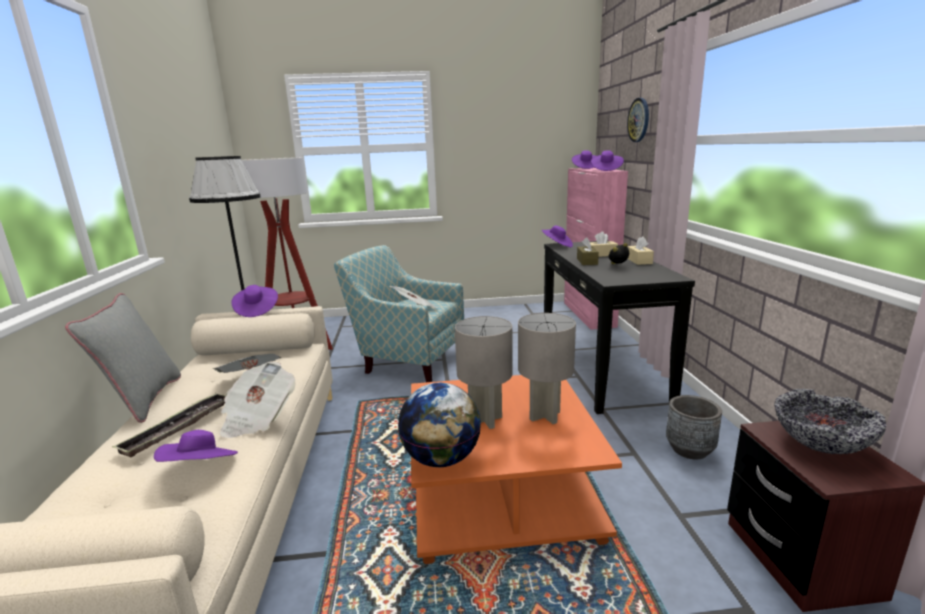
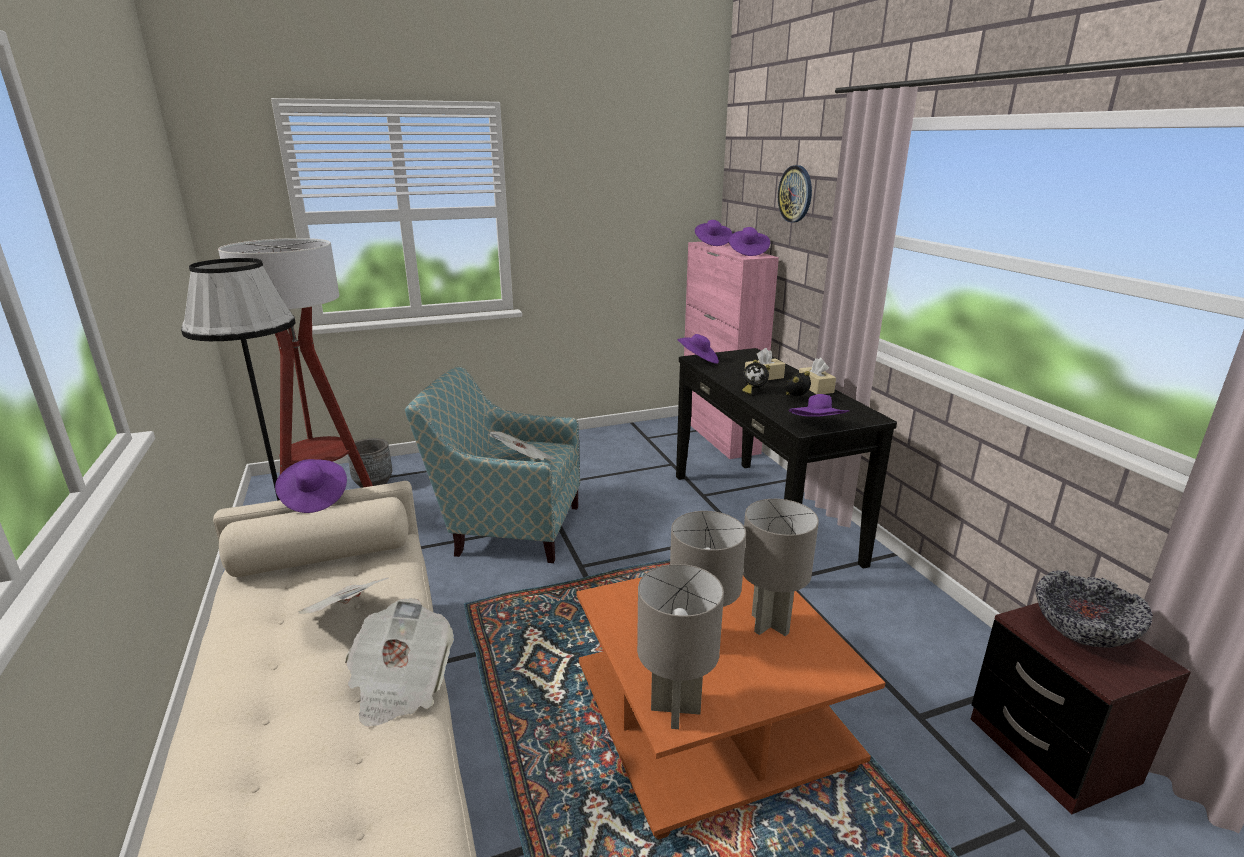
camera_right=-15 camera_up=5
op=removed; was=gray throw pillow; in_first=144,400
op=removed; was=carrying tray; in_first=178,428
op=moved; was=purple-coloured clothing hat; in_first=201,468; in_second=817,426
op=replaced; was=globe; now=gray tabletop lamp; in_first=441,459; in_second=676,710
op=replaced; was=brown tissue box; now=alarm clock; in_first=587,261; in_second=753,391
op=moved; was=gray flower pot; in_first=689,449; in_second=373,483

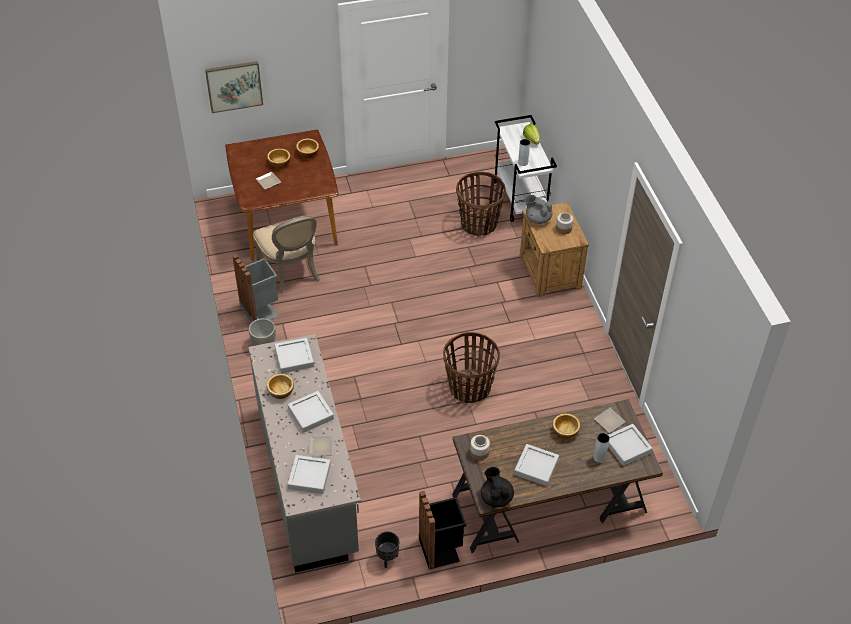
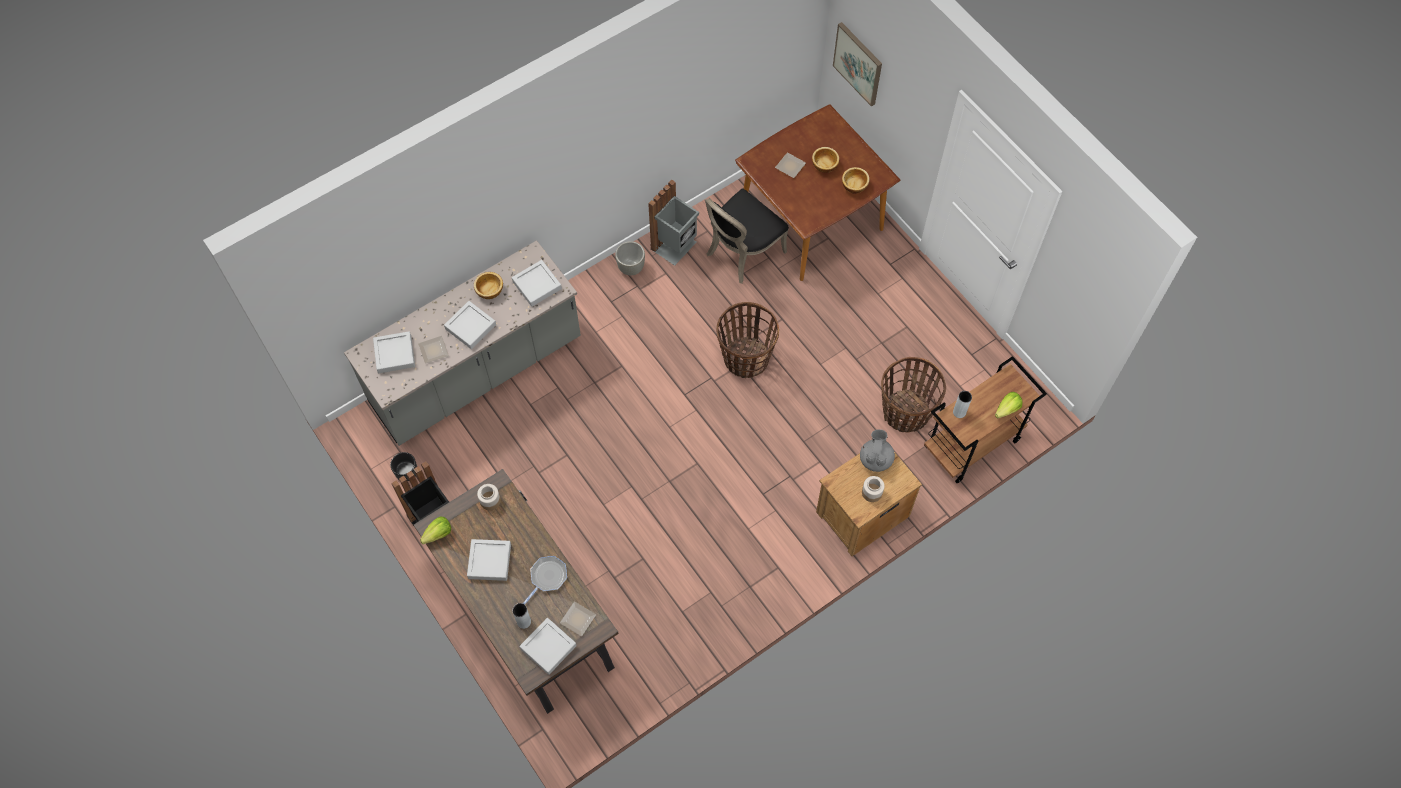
camera_right=70 camera_up=15
op=recoloured; was=sand-coloured plain chair; now=blackish plain chair; in_first=291,271; in_second=742,253
op=moved; was=household basket; in_first=469,388; in_second=745,358
op=replaced; was=blackish pot for tea; now=lettuce; in_first=496,497; in_second=438,534
op=recoloured; was=white trolley; now=brown trolley; in_first=520,199; in_second=971,445
op=replaced; was=bowl; now=pan; in_first=565,431; in_second=547,577

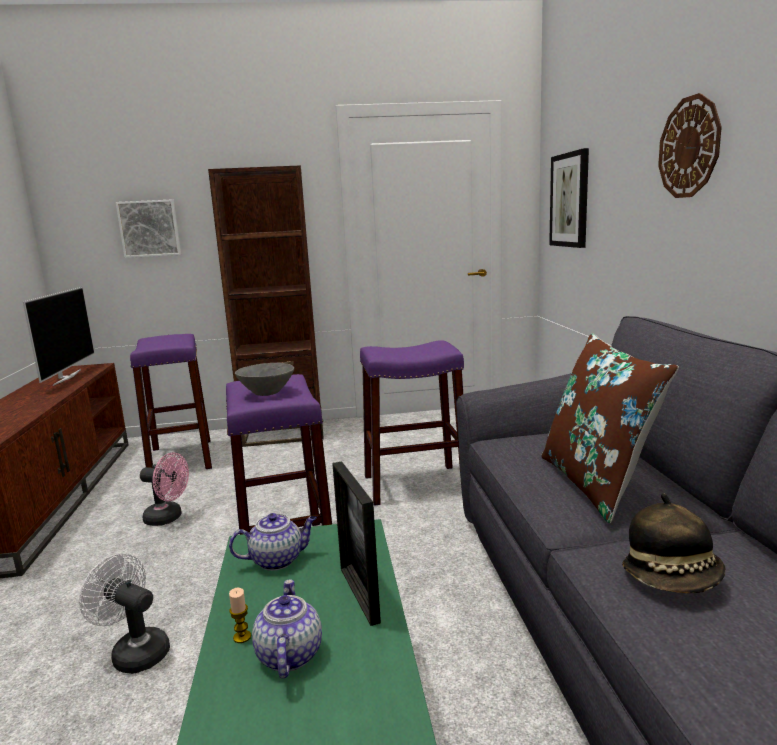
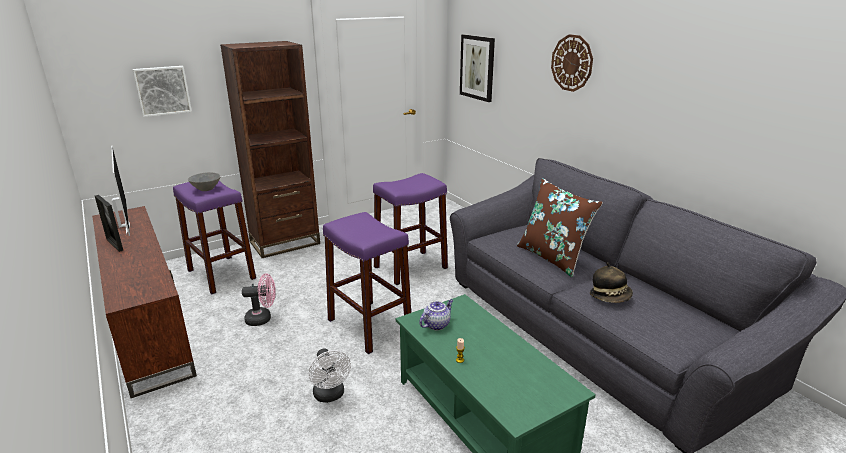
camera_right=-25 camera_up=10
op=turned; was=white fan; in_first=135,652; in_second=330,396; clockwise=-120
op=moved; was=gray bowl; in_first=268,392; in_second=206,189
op=removed; was=pot for tea; in_first=288,655
op=moved; was=picture frame; in_first=359,594; in_second=114,244

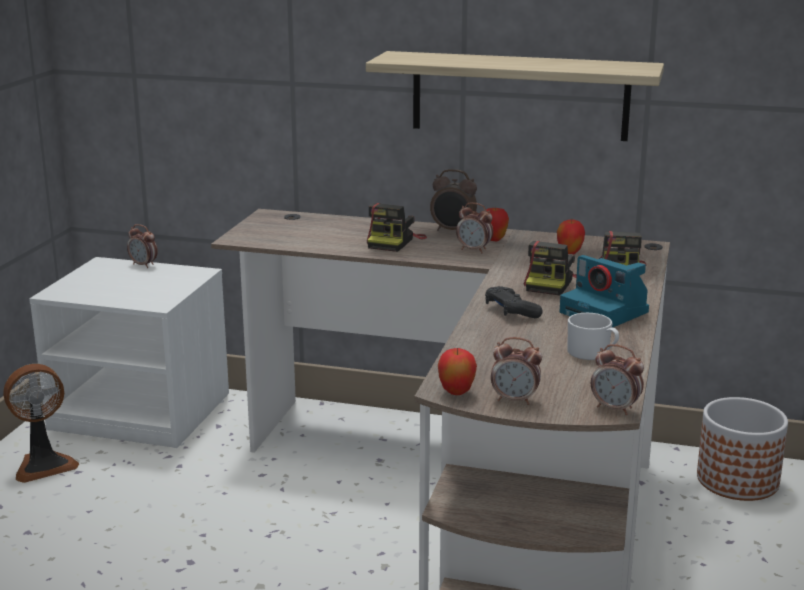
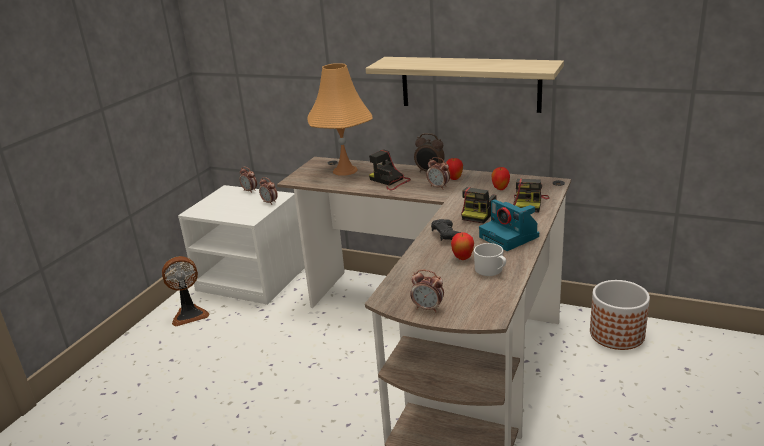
camera_right=10 camera_up=5
op=turned; was=photo camera; in_first=394,242; in_second=389,181; clockwise=105
op=moved; was=apple fruit; in_first=456,393; in_second=462,258
op=moved; was=alarm clock; in_first=615,409; in_second=270,202
op=added; now=orange tabletop lamp; in_second=345,170

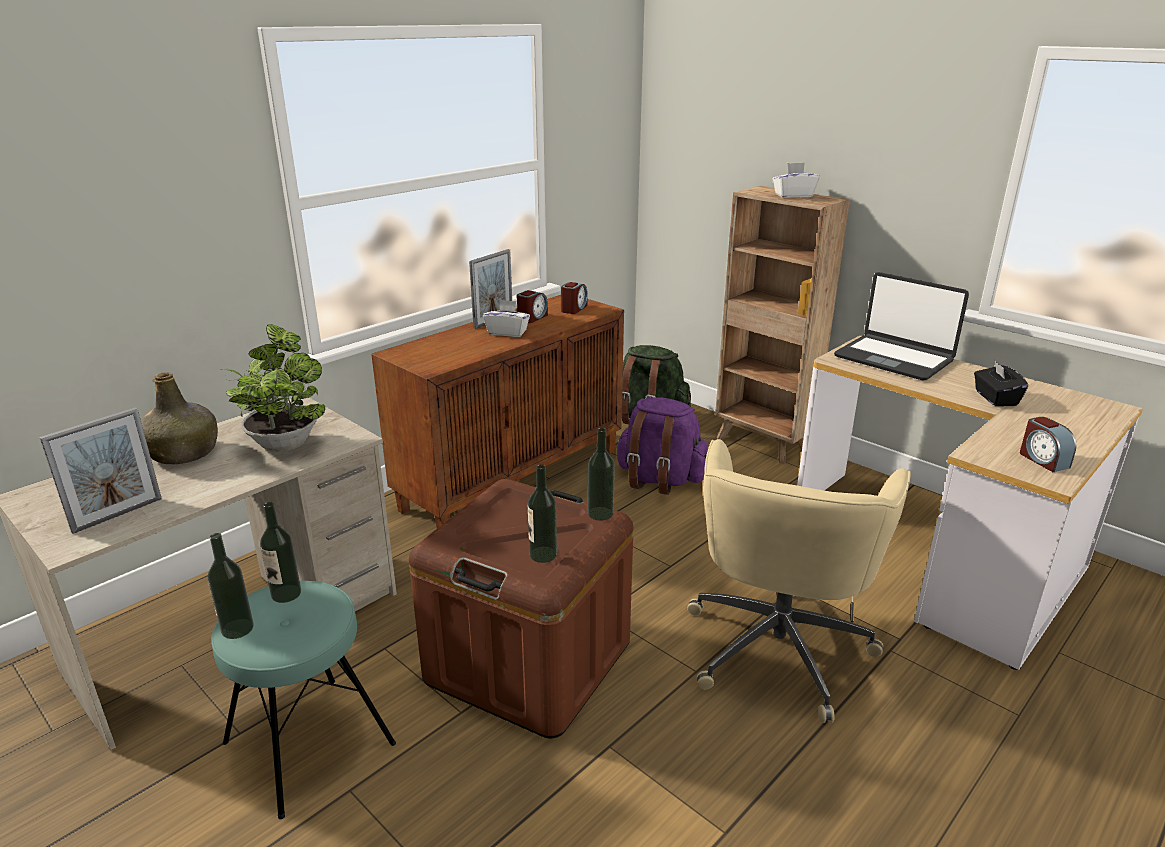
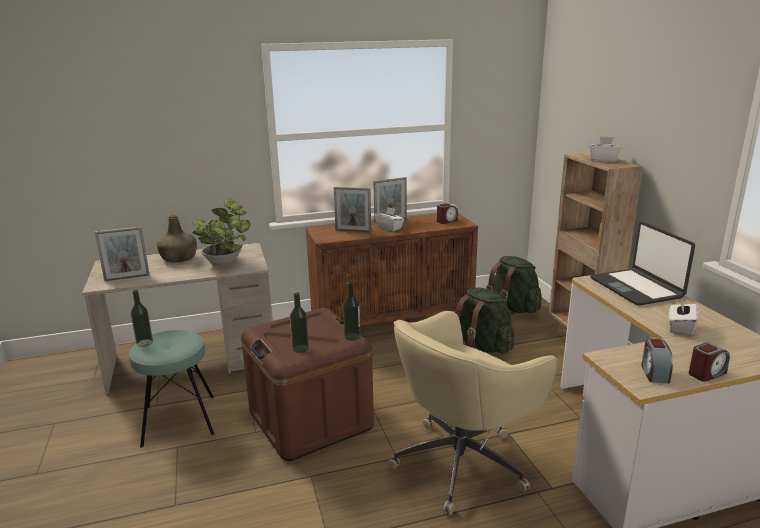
camera_right=30 camera_up=-5
op=removed; was=drink bottle; in_first=286,593
op=moved; was=alarm clock; in_first=532,318; in_second=706,373
op=recoloured; was=purple-coloured rucksack; now=green rucksack; in_first=659,480; in_second=482,347
op=recoloured; was=blackish tissue box; now=white tissue box; in_first=995,398; in_second=680,328
op=added; now=picture frame; in_second=353,231

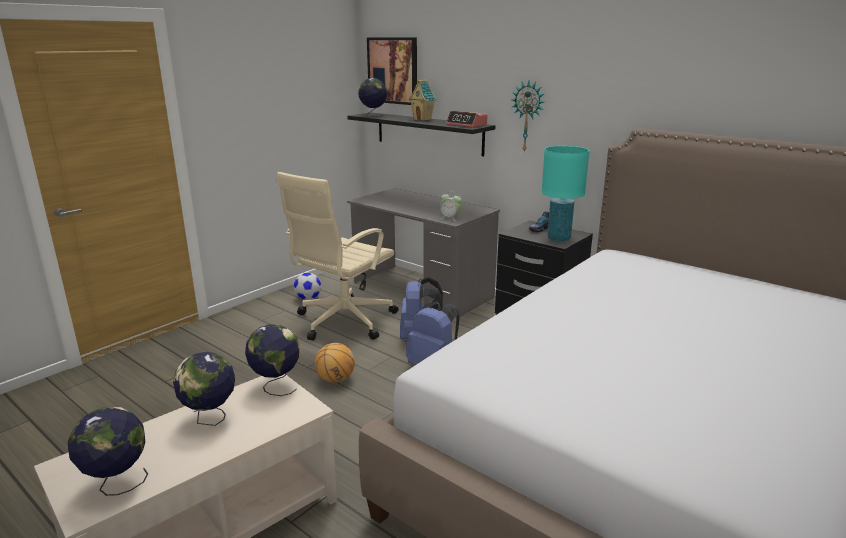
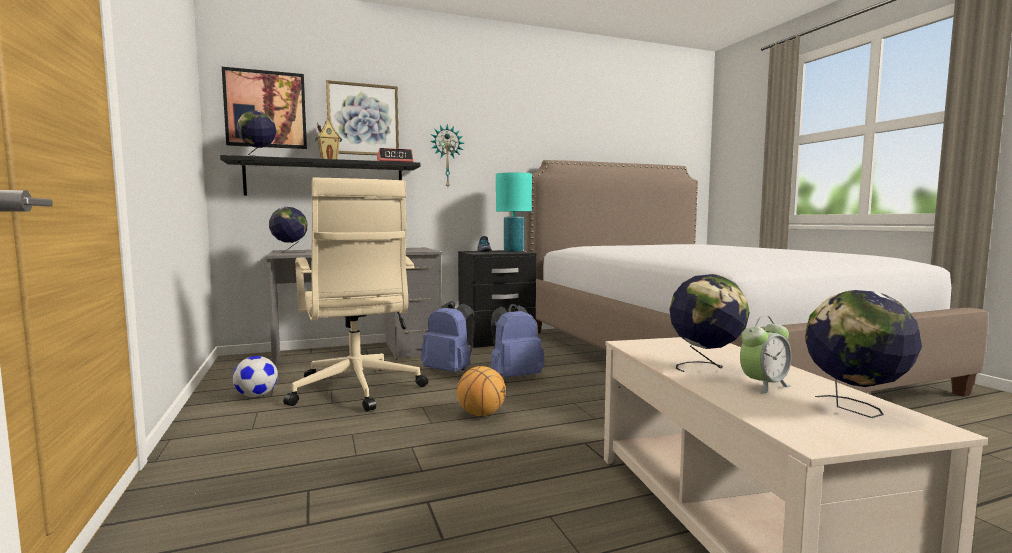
camera_right=-60 camera_up=-15
op=moved; was=globe; in_first=276,386; in_second=289,252
op=moved; was=alarm clock; in_first=450,218; in_second=764,385
op=added; now=wall picture; in_second=363,119

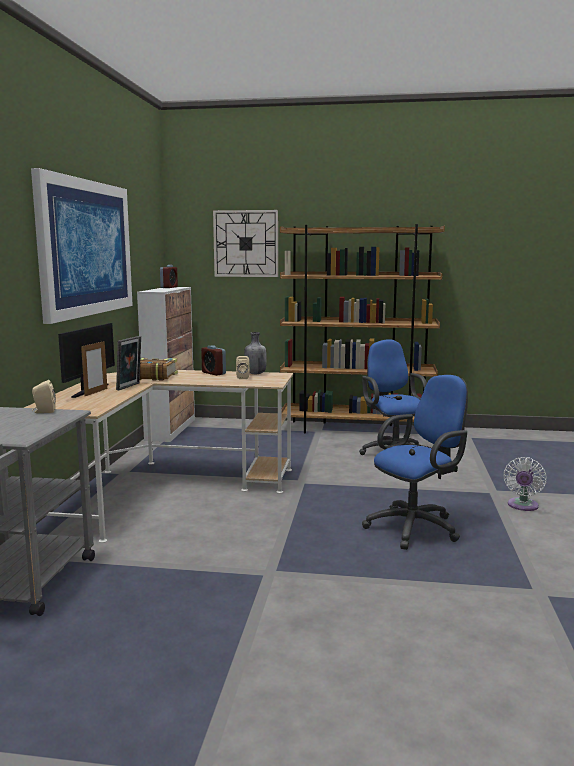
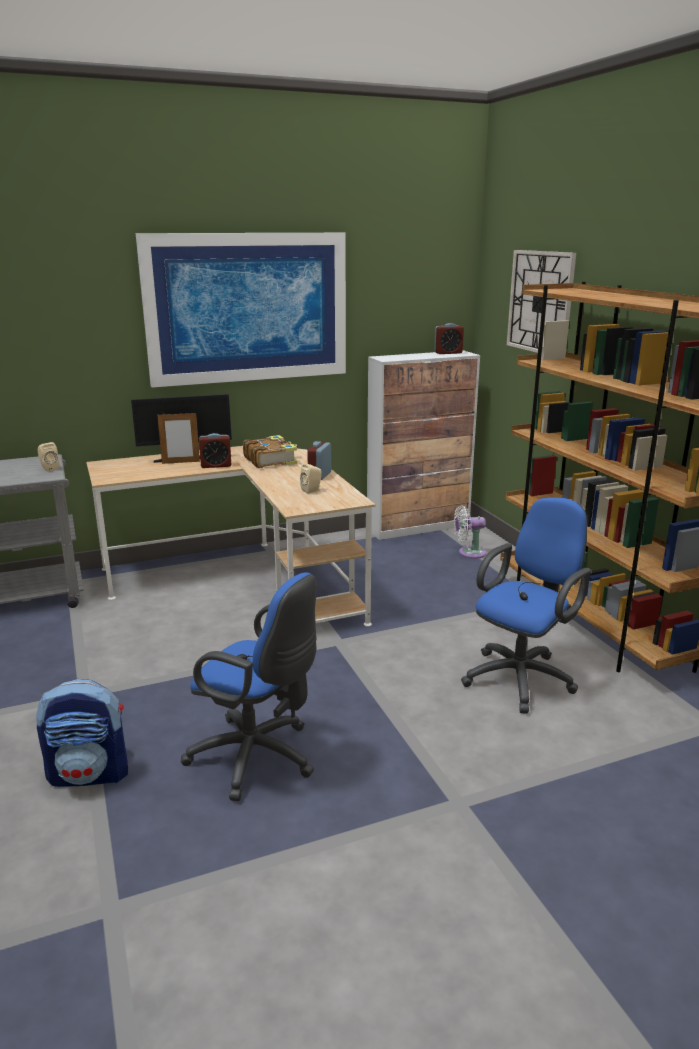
camera_right=60 camera_up=10
op=replaced; was=picture frame; now=alarm clock; in_first=130,386; in_second=216,465
op=removed; was=gray drink bottle; in_first=255,373
op=moved; was=white fan; in_first=522,506; in_second=469,553
op=added; now=rucksack; in_second=90,774

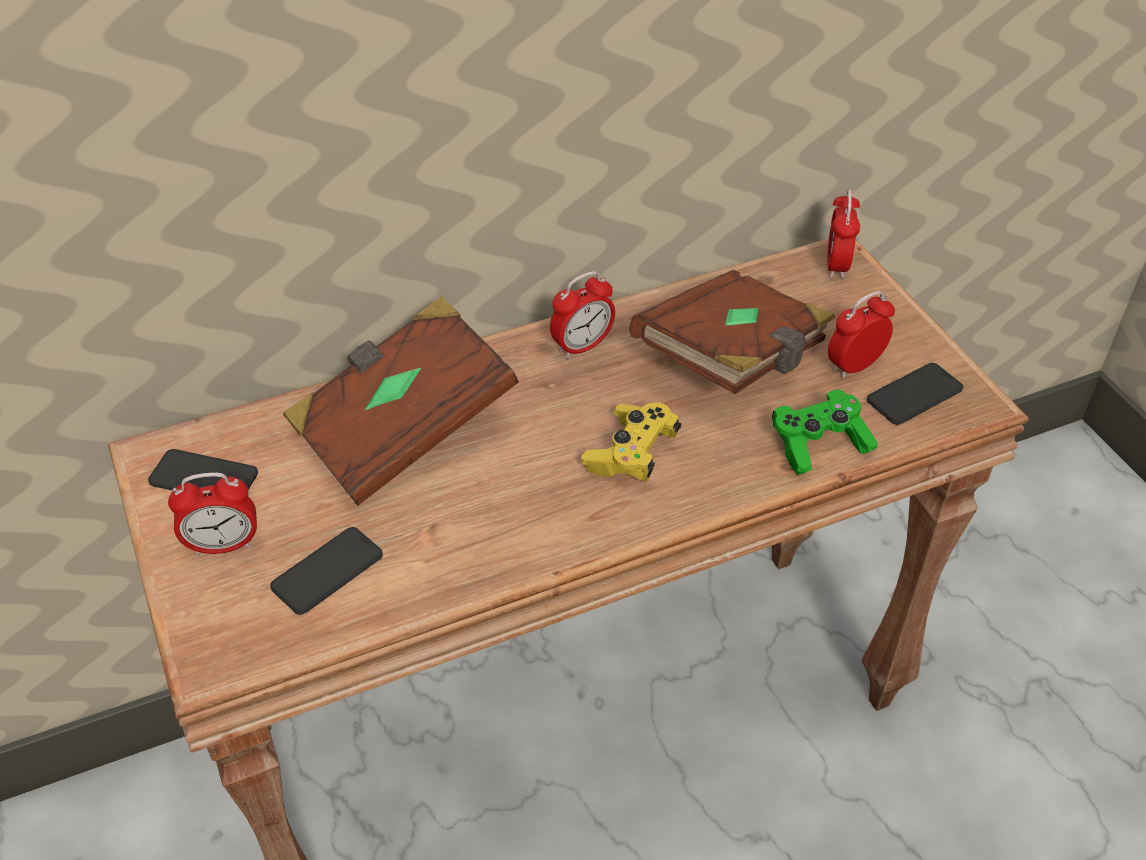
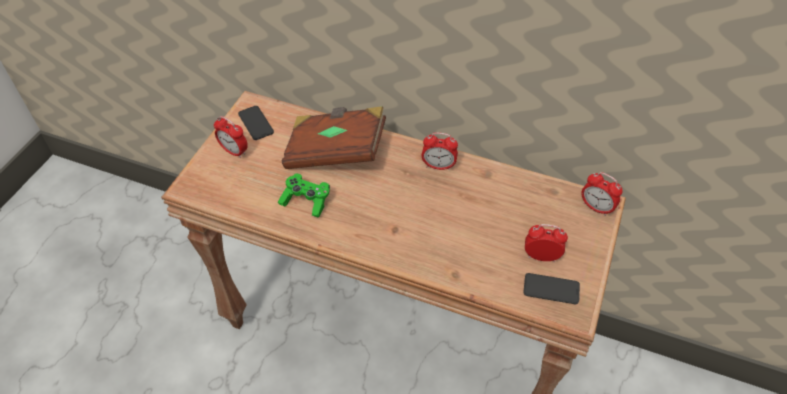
camera_right=45 camera_up=5
op=removed; was=telephone; in_first=327,571
op=removed; was=yellow joypad; in_first=631,454
op=removed; was=brown bound book; in_first=734,359
op=moved; was=green joypad; in_first=819,444; in_second=306,201
op=turned; was=alarm clock; in_first=836,265; in_second=596,207; clockwise=-105

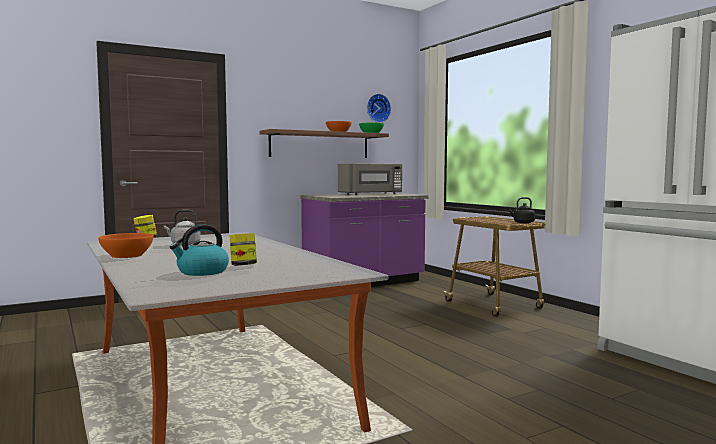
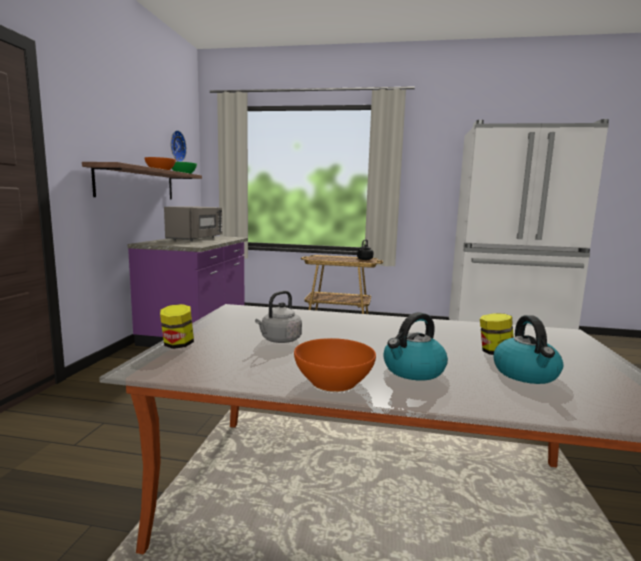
camera_right=-50 camera_up=5
op=added; now=water kettle; in_second=413,371

